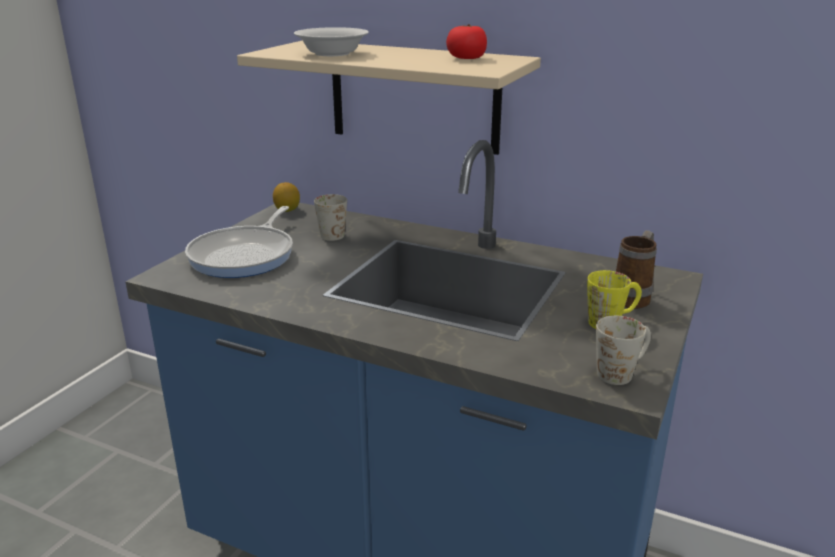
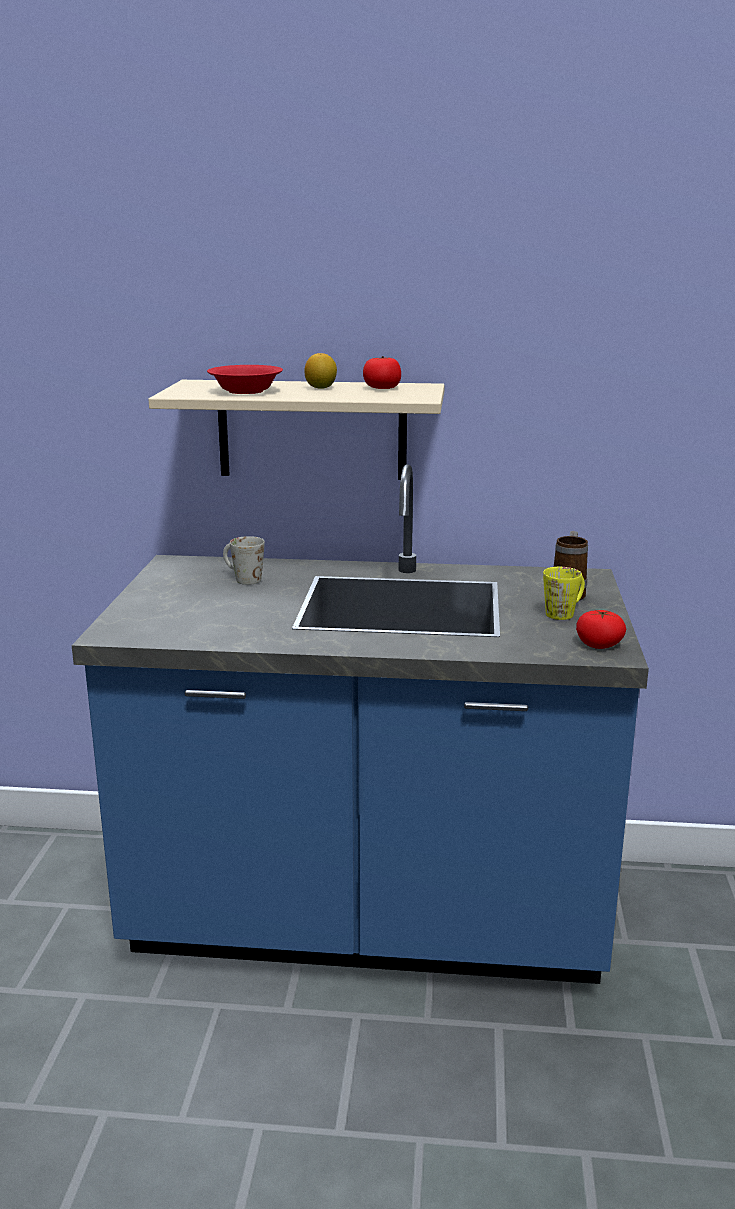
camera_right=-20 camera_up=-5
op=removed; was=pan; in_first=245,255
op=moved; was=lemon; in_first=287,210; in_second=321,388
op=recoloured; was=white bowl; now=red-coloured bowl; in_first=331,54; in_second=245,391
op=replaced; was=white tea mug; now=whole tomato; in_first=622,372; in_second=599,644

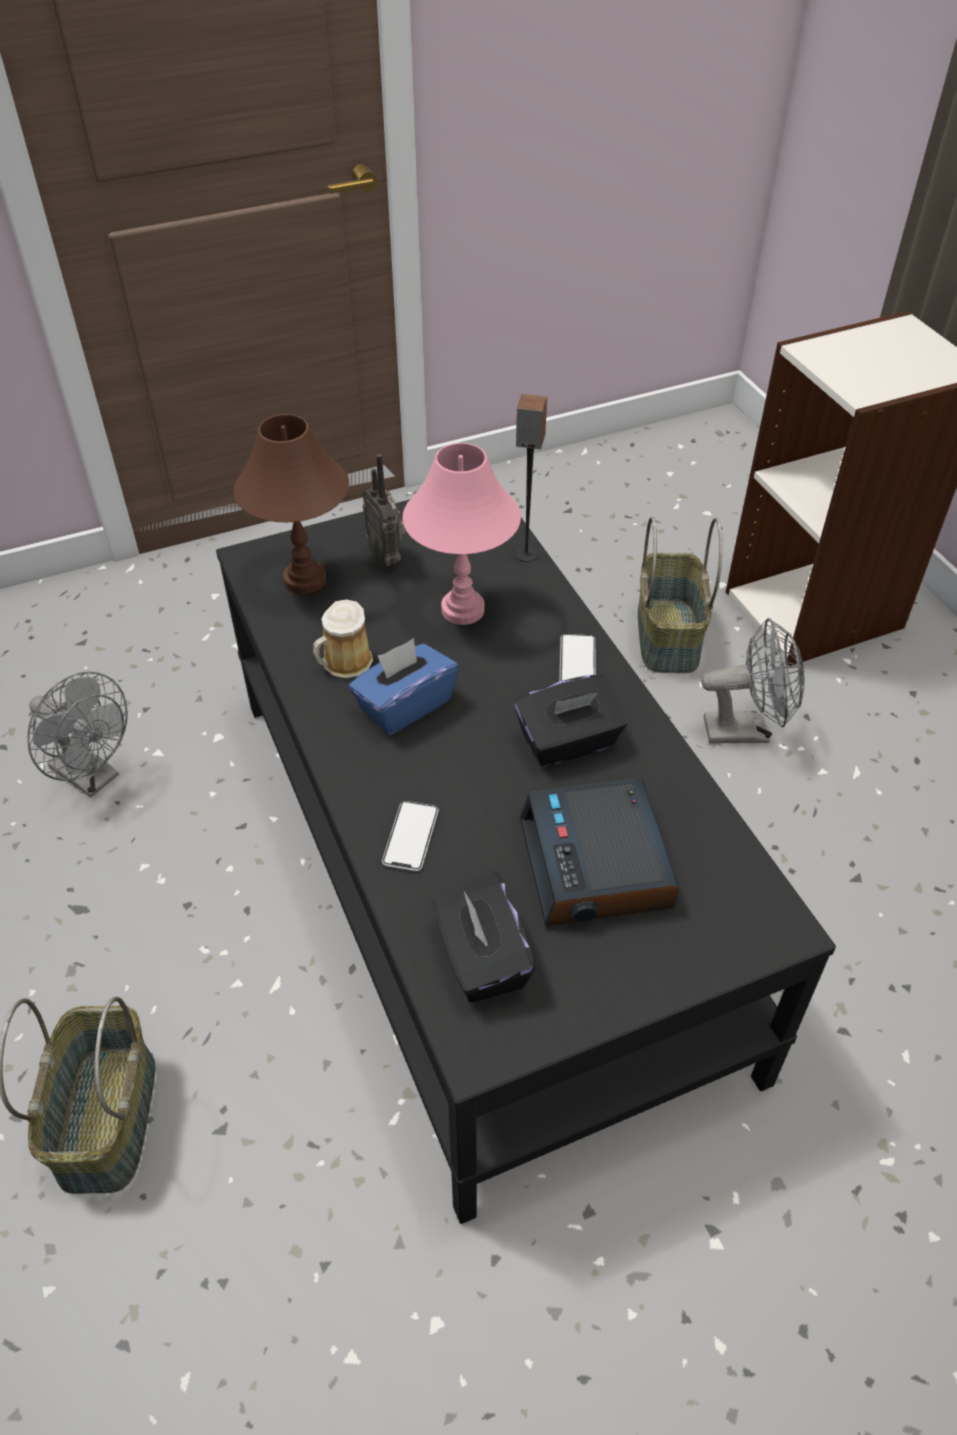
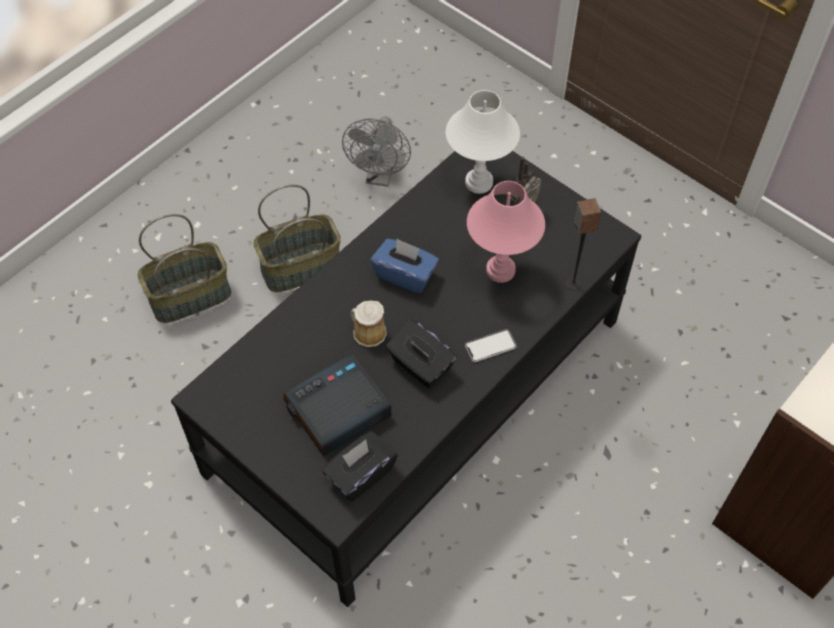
camera_right=65 camera_up=10
op=recoloured; was=brown tabletop lamp; now=white tabletop lamp; in_first=304,579; in_second=479,182
op=moved; was=tea mug; in_first=344,663; in_second=367,332
op=removed; was=telephone; in_first=411,837
op=moved; was=blackish tissue box; in_first=481,959; in_second=360,474
op=moved; was=household basket; in_first=666,636; in_second=301,266
op=removed; was=gray fan; in_first=746,730

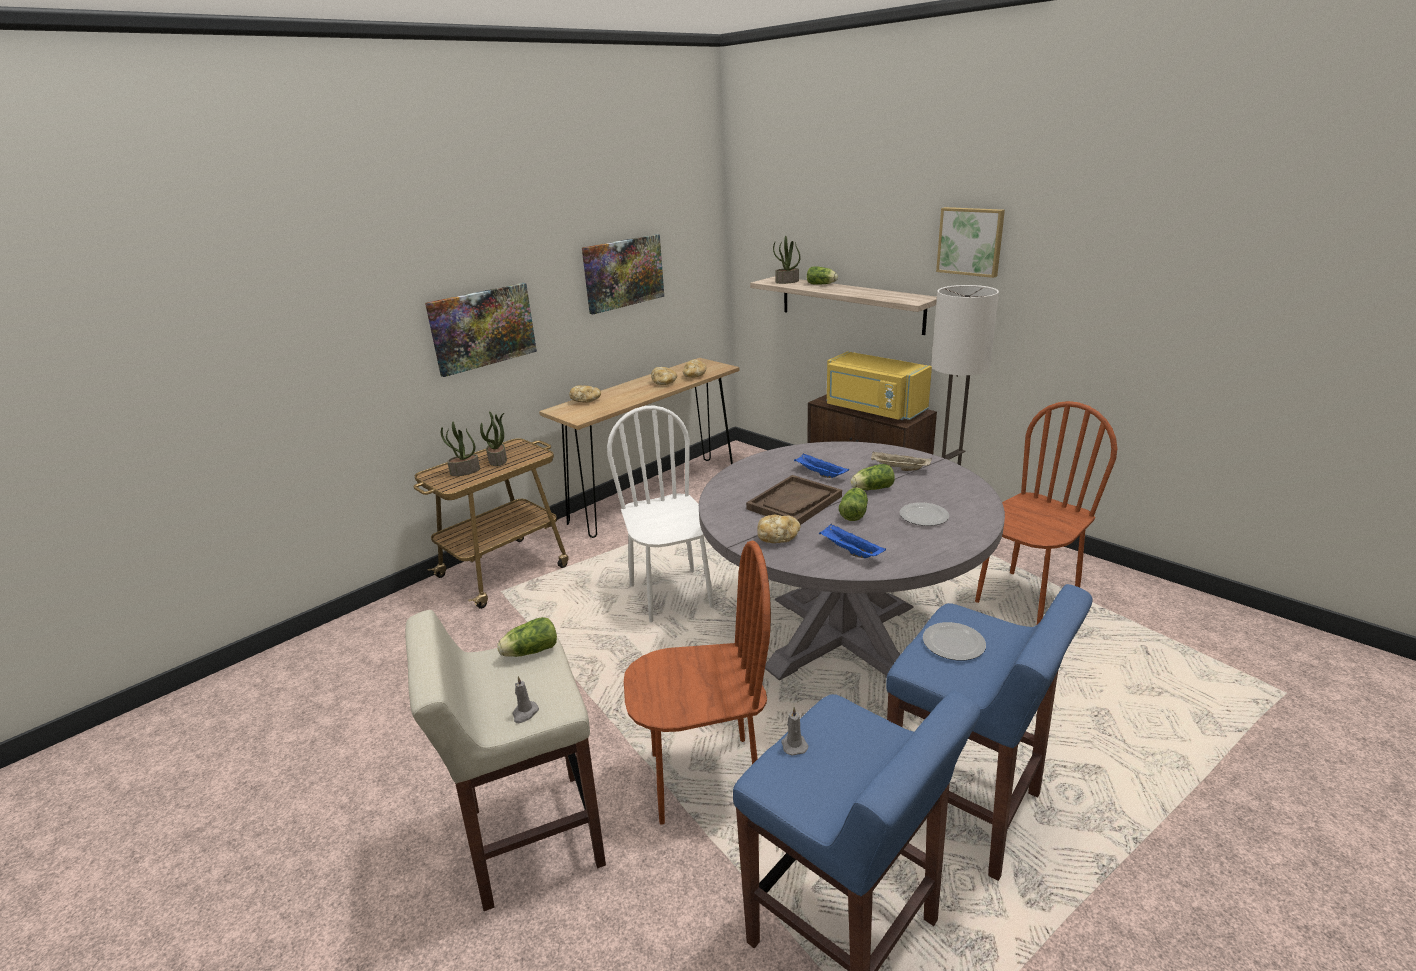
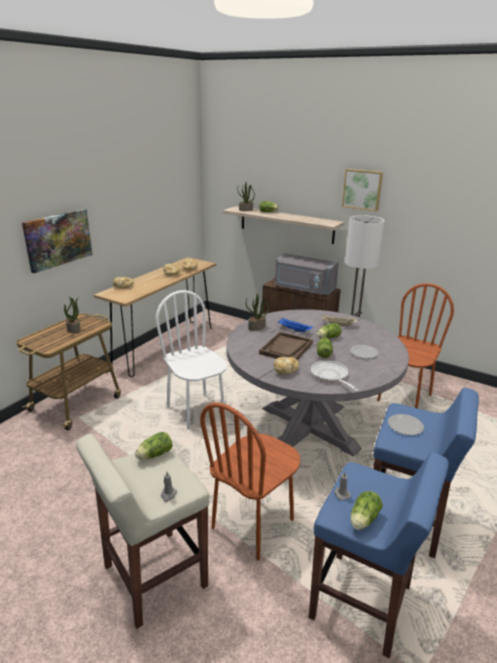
camera_right=-15 camera_up=0
op=moved; was=houseplant; in_first=465,472; in_second=257,327
op=removed; was=wall picture; in_first=623,273
op=turned; was=brown plain chair; in_first=705,780; in_second=253,524; clockwise=150
op=replaced; was=blue carrying tray; now=pan; in_first=849,551; in_second=331,376
op=recoloured; was=yellow microwave oven; now=gray microwave oven; in_first=873,409; in_second=303,289
op=added; now=lettuce; in_second=363,520

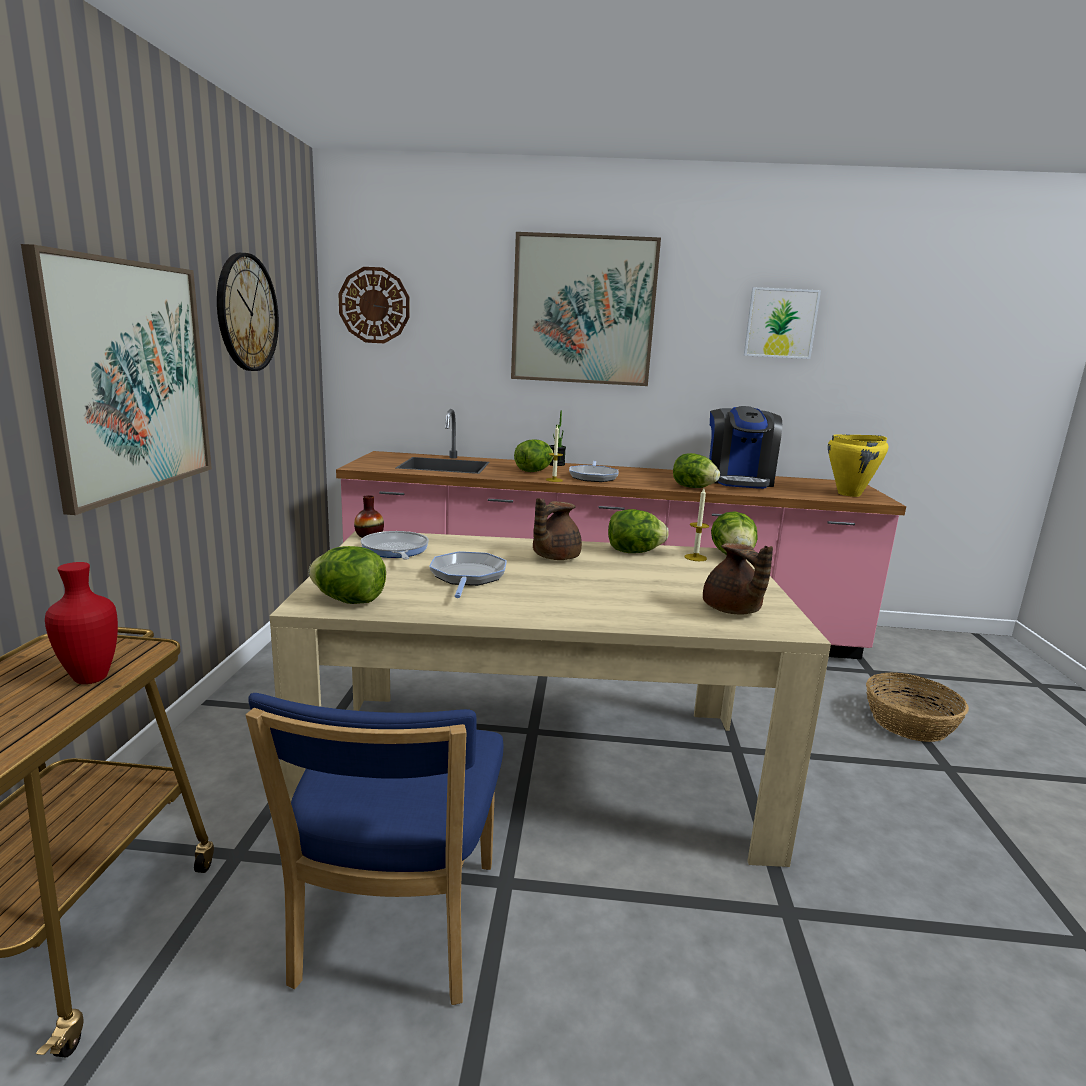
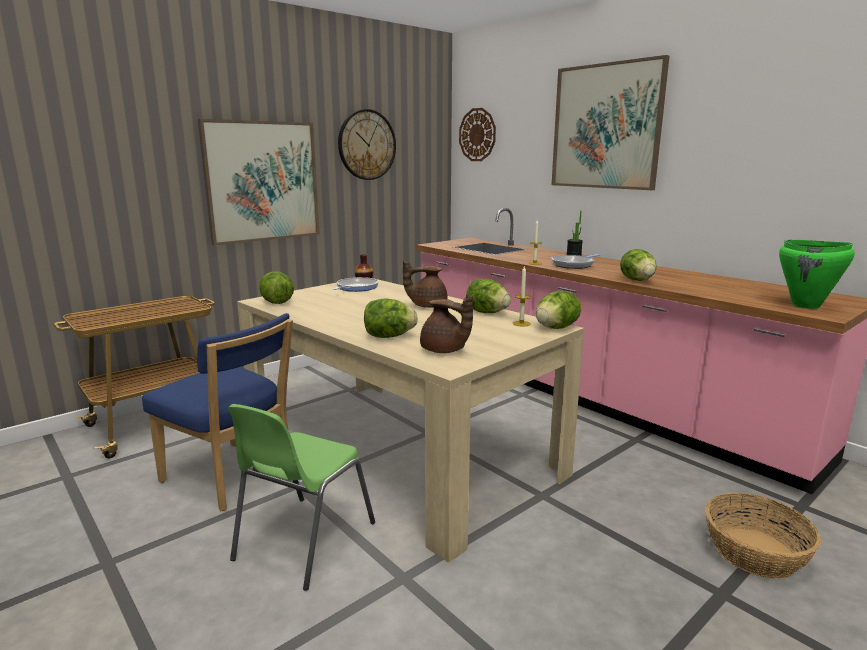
camera_right=45 camera_up=0
op=removed; was=red-coloured flower vase; in_first=90,679
op=turned; was=blue plain chair; in_first=394,930; in_second=232,477; clockwise=-105
op=removed; was=pan; in_first=467,577
op=moved; was=lettuce; in_first=533,471; in_second=388,336
op=turned; was=brown pot for tea; in_first=732,610; in_second=444,351; clockwise=-75
op=removed; was=coffee brewer; in_first=738,481
op=removed; was=wall picture; in_first=781,323
op=recoloured; was=yellow cooking pot; now=green cooking pot; in_first=849,494; in_second=806,306
op=added; now=green plain chair; in_second=302,541

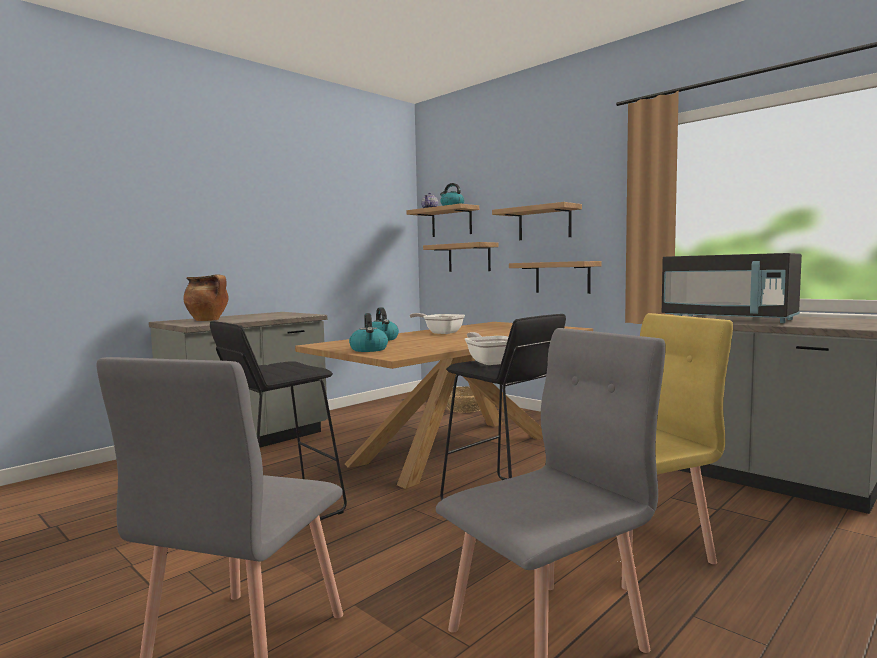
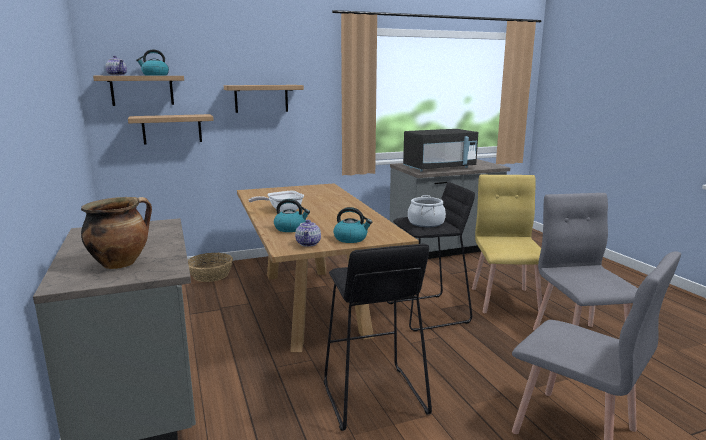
camera_right=-65 camera_up=10
op=replaced; was=pan; now=cooking pot; in_first=490,362; in_second=425,223
op=removed; was=shelf; in_first=562,277
op=added; now=pot for tea; in_second=308,243

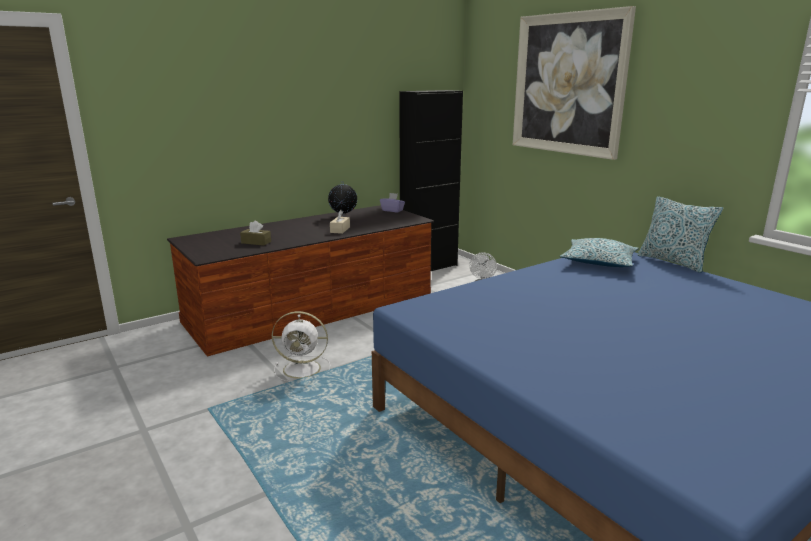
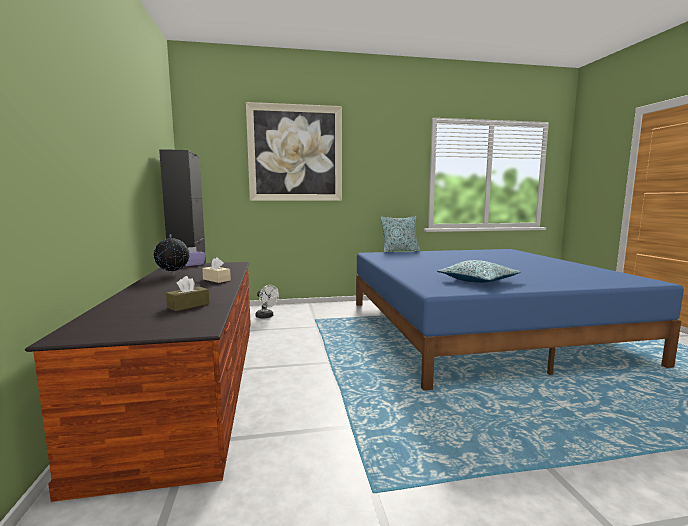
camera_right=-65 camera_up=-10
op=removed; was=white fan; in_first=303,369
op=moved; was=throw pillow; in_first=598,262; in_second=478,281

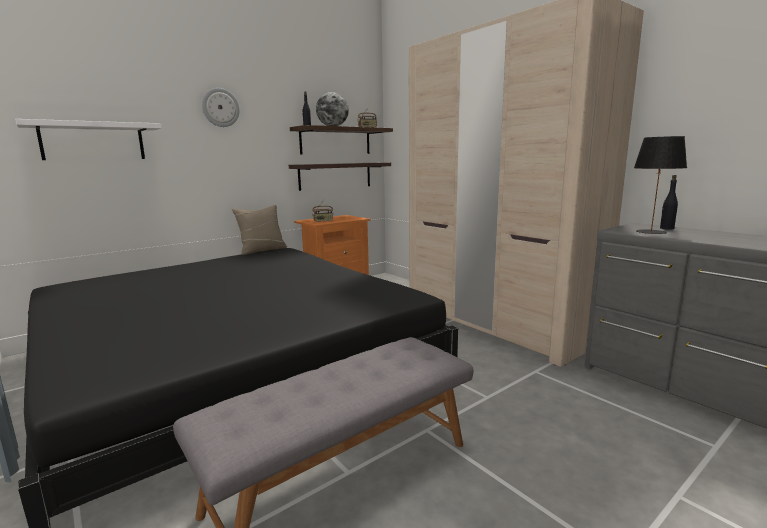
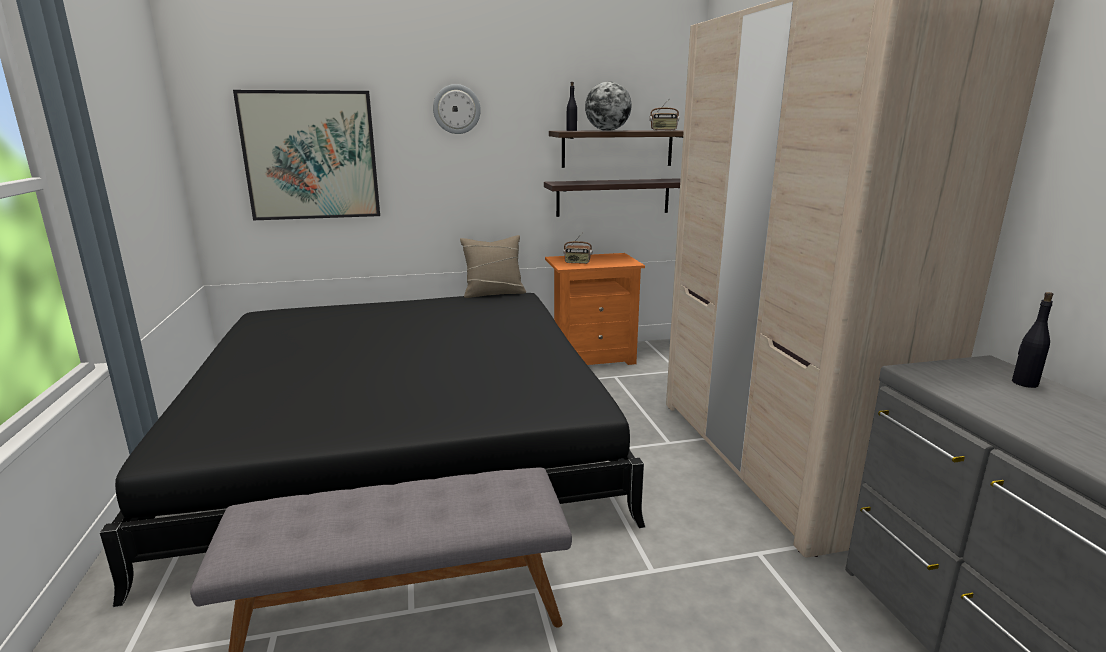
camera_right=25 camera_up=5
op=replaced; was=white shelf; now=wall picture; in_first=93,141; in_second=311,155
op=removed; was=blackish tabletop lamp; in_first=651,232

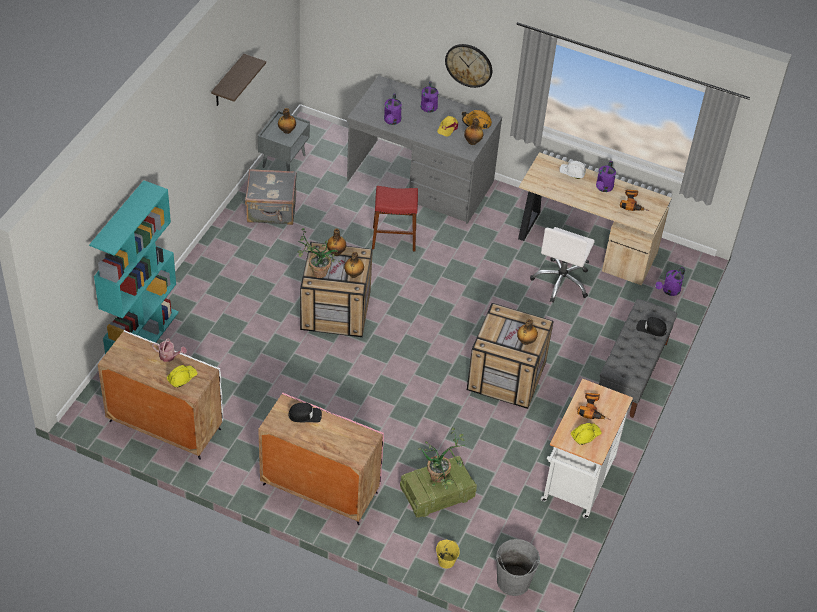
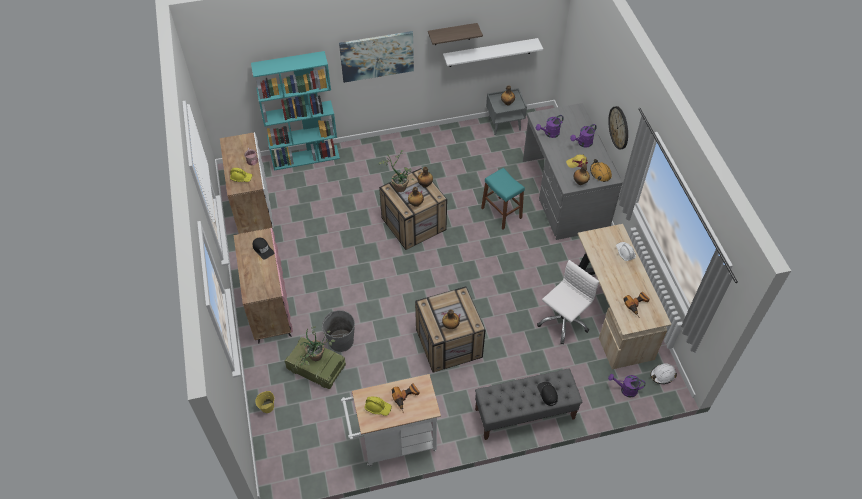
camera_right=55 camera_up=5
op=removed; was=gray piece of luggage; in_first=271,210
op=recoloured; was=red-coloured stool seat; now=blue-green stool seat; in_first=394,239; in_second=501,213
op=moved; was=gray bucket; in_first=513,581; in_second=341,341
op=turned; was=white office chair; in_first=561,282; in_second=563,321; clockwise=150
op=removed; was=purple-coloured watering pot; in_first=603,188
op=added; now=wall picture; in_second=377,56
op=added; now=white shelf; in_second=490,52
op=added; now=white safety helmet; in_second=662,375

